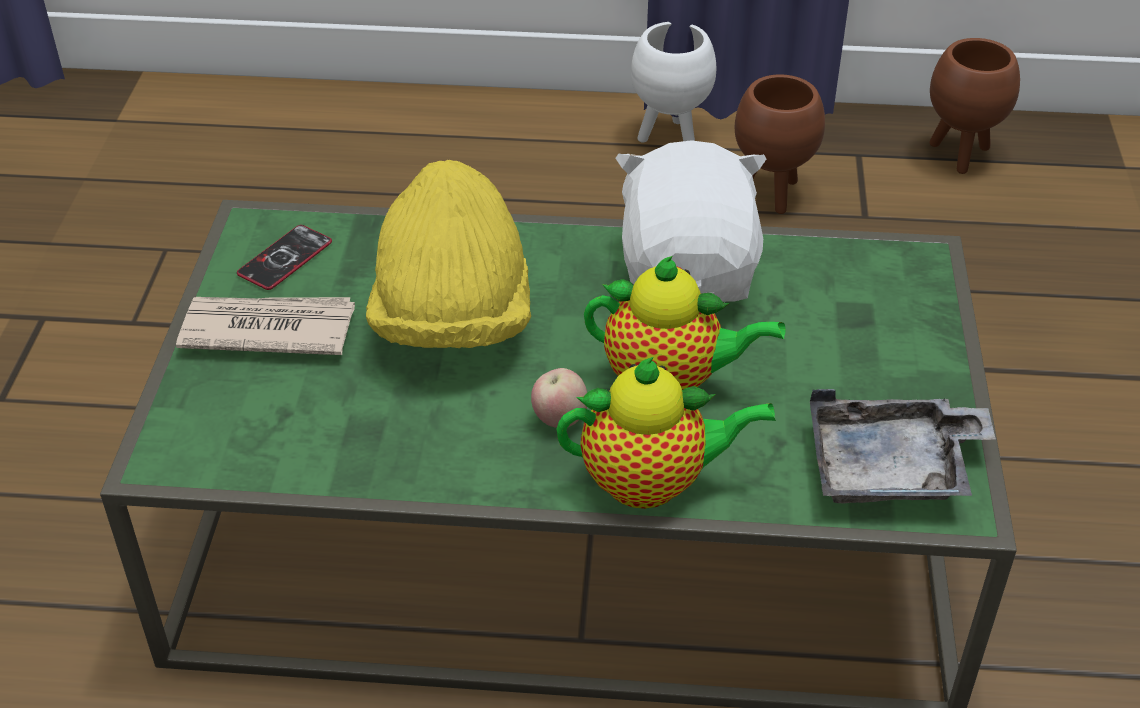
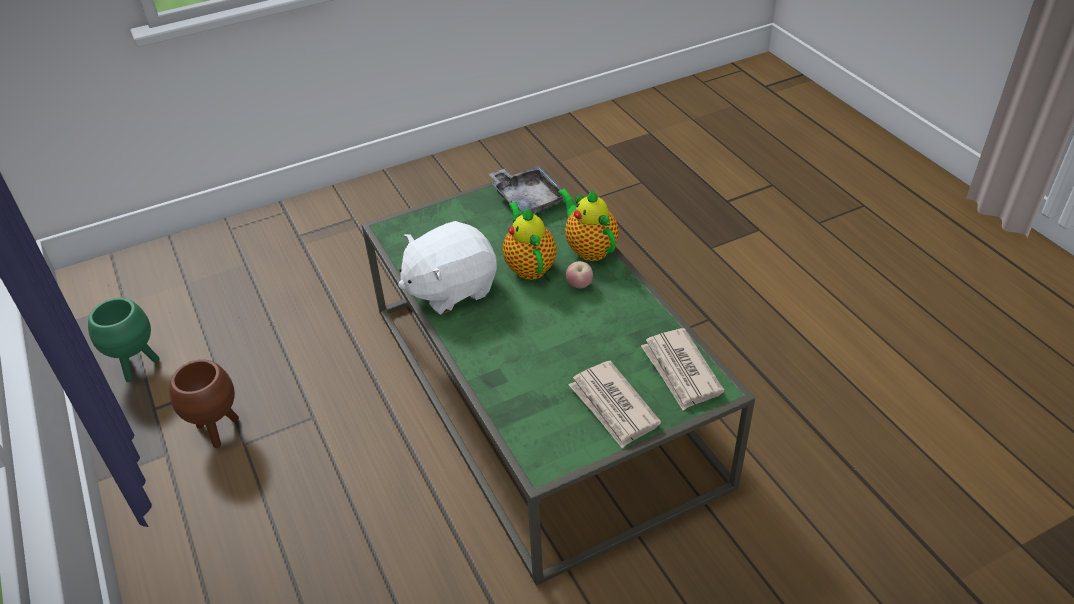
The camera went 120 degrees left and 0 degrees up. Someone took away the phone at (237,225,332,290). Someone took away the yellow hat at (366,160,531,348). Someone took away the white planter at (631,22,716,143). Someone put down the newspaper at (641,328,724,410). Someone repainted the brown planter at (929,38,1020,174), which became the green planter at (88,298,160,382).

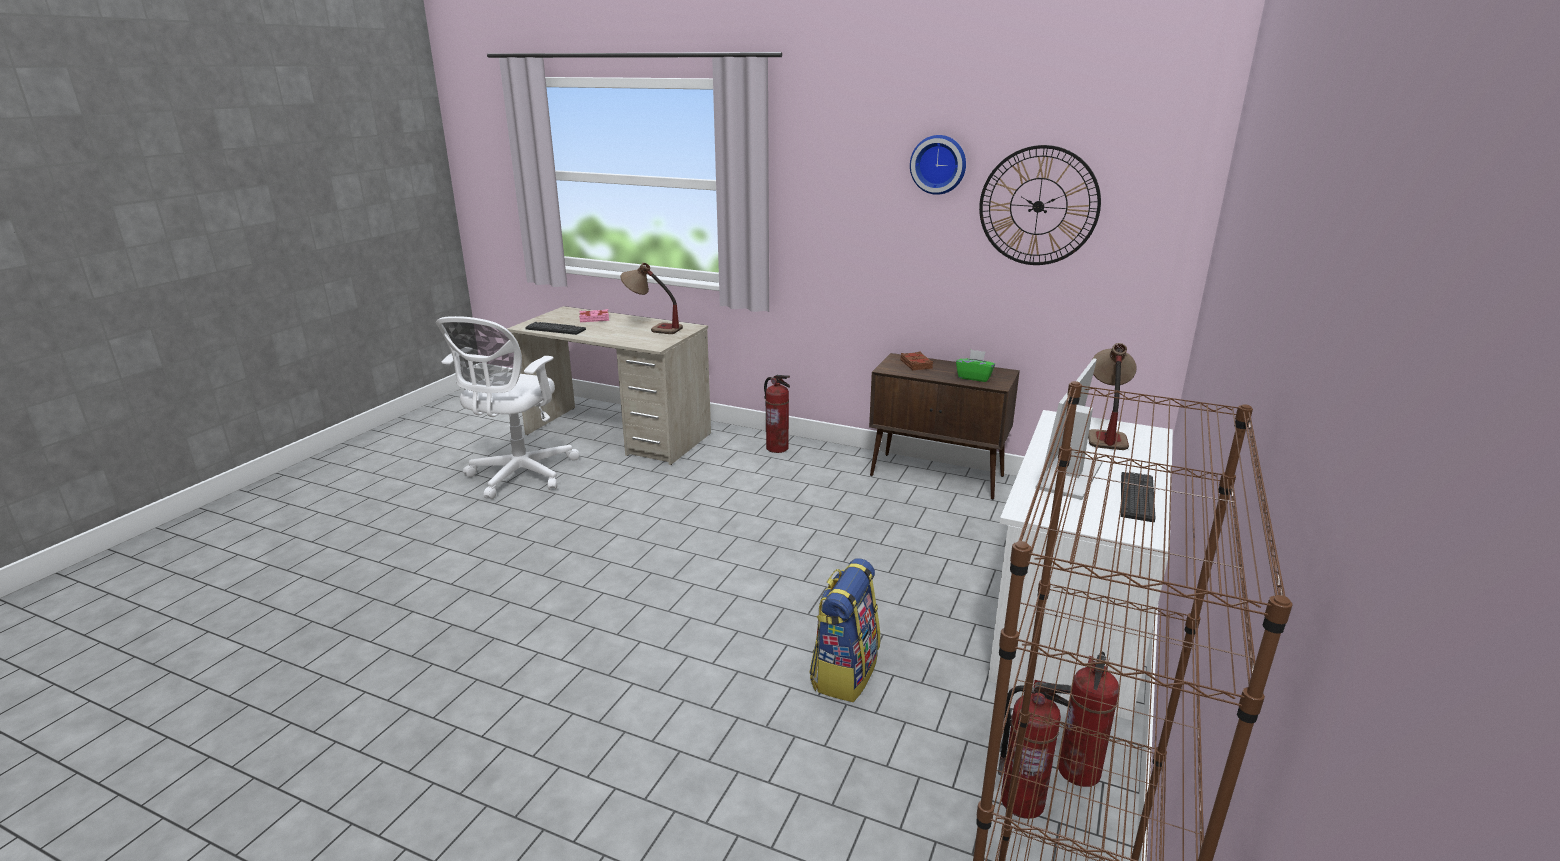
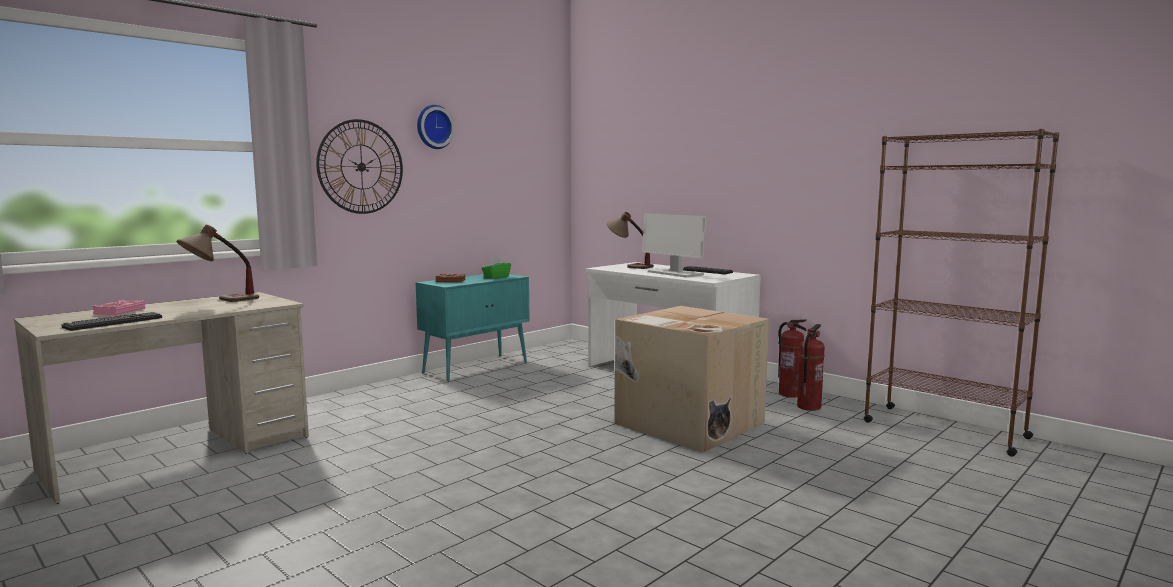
The camera went 70 degrees left and 15 degrees down. Someone took away the white office chair at (436,316,579,499). Someone took away the fire extinguisher at (764,375,790,453). Someone carried the wall clock from (979,145,1101,265) to (316,119,403,214). Someone swapped the backpack at (809,558,880,702) for the cardboard box at (615,306,769,452). Someone repainted the brown cabinet at (869,353,1020,500), which became the turquoise cabinet at (416,274,530,382).

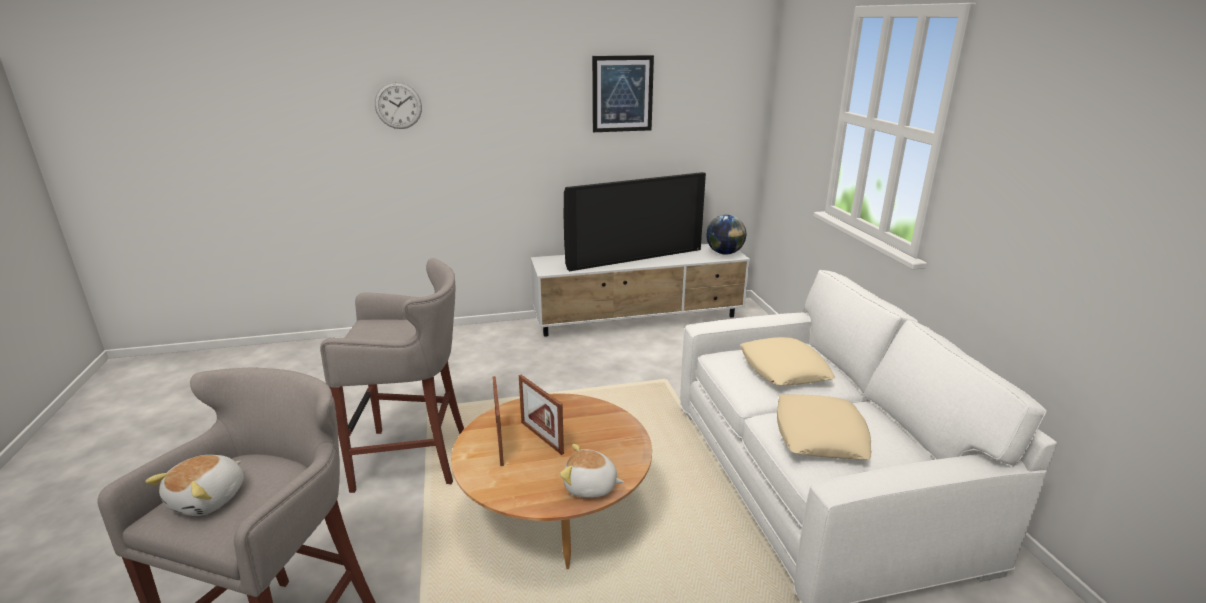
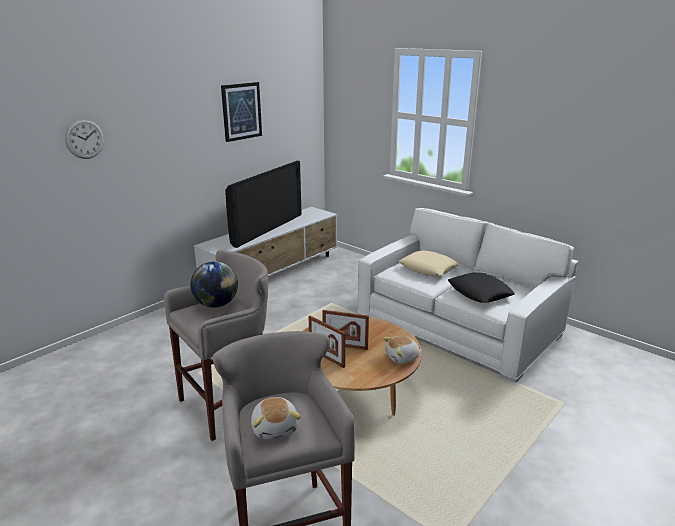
The camera went 35 degrees left and 0 degrees up. Someone carried the globe from (706,215,746,255) to (191,261,238,308). Someone repainted the beige pillow at (777,394,871,459), which became the black pillow at (448,272,515,303).

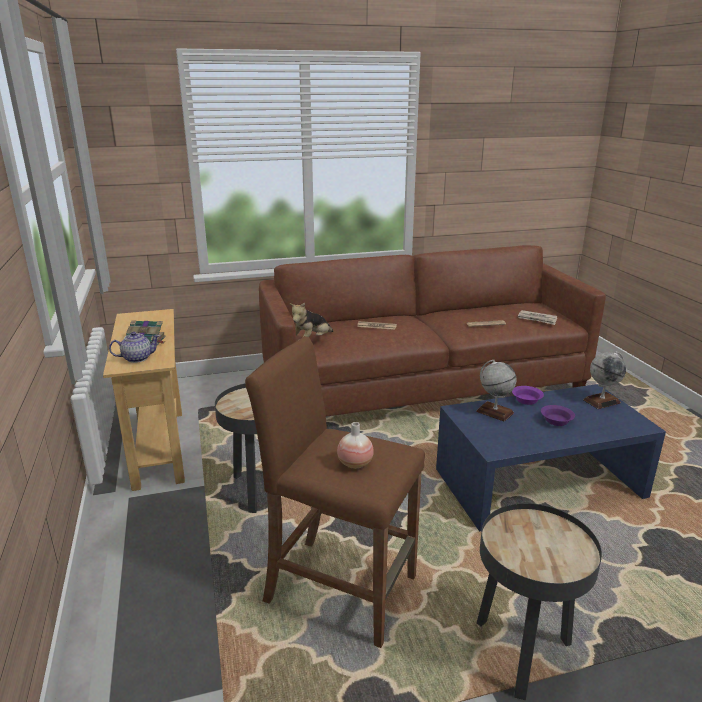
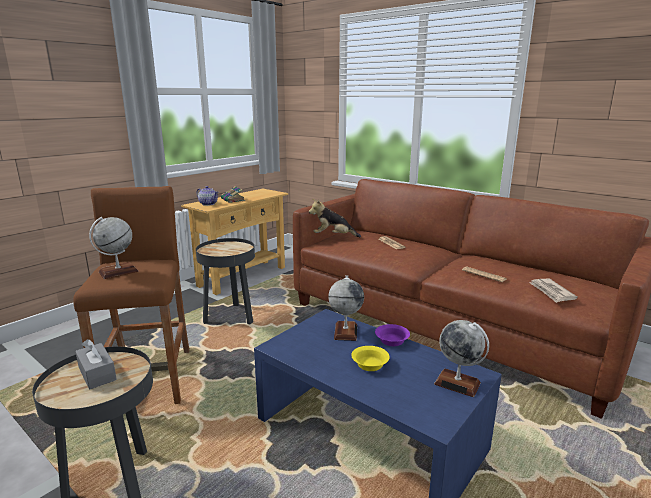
The camera went 55 degrees right and 5 degrees down. Someone put down the grey tissue box at (75,339,117,389). Someone swapped the vase at (337,422,374,469) for the globe at (89,217,139,279). Someone repainted the purple bowl at (541,405,575,426), which became the yellow bowl at (351,346,390,371).

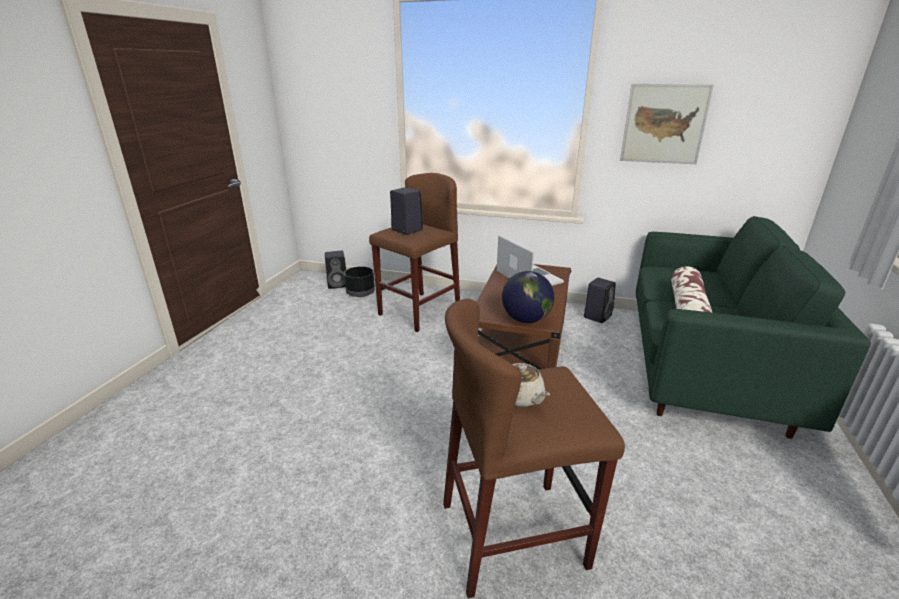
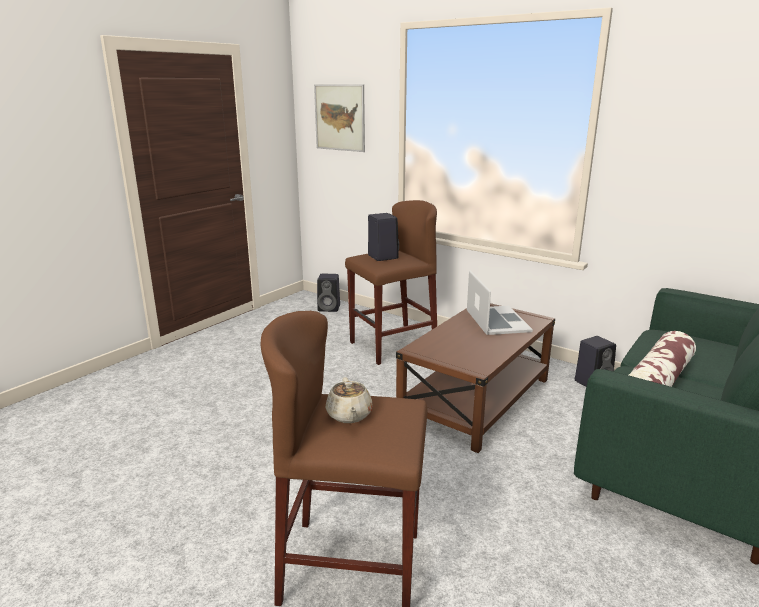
The camera went 20 degrees right and 5 degrees down. Someone took away the black planter at (344,266,375,297). Someone took away the globe at (502,271,554,323). Someone carried the picture from (620,84,714,164) to (314,84,365,152).

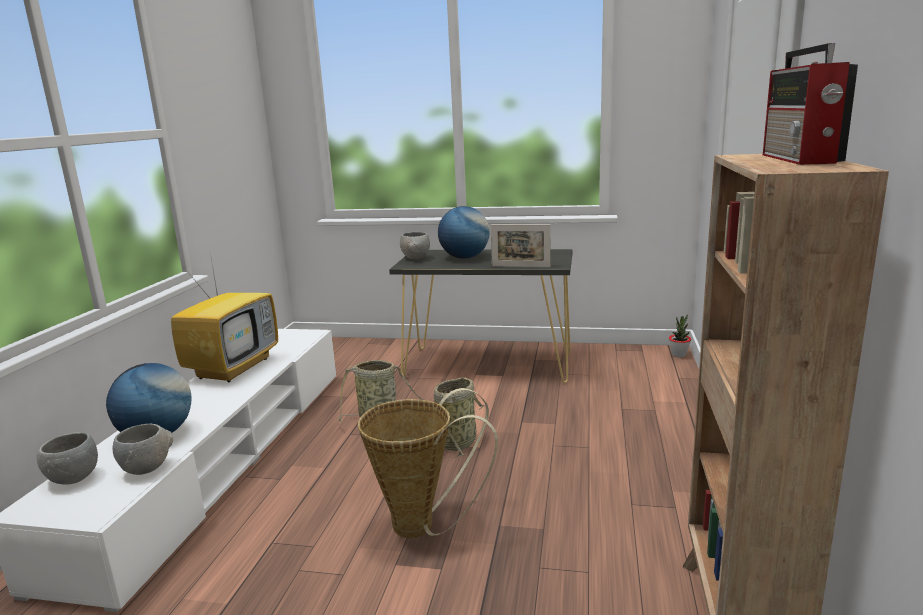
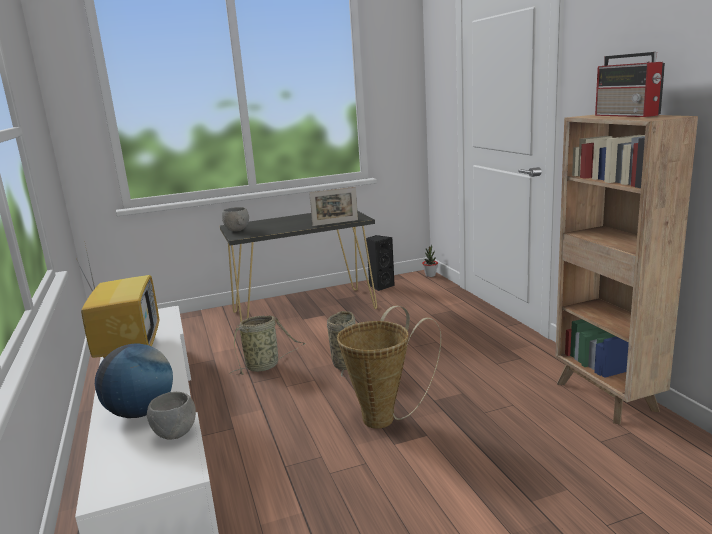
The camera went 30 degrees left and 0 degrees up. Someone took away the grey bowl at (36,432,98,485). Someone took away the globe at (438,206,490,259). Someone put down the black speaker at (366,235,395,291).

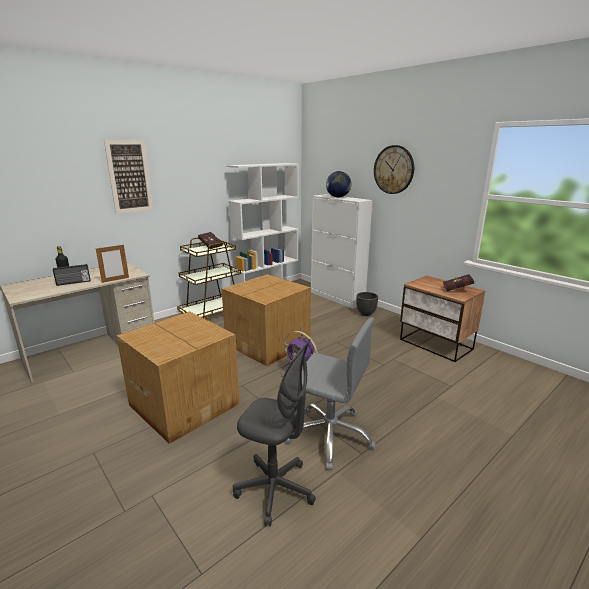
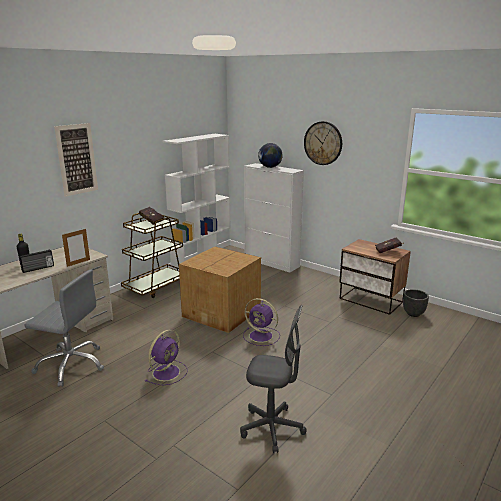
The camera went 10 degrees left and 0 degrees up. Someone carried the grey office chair from (285,317,376,470) to (24,269,104,387). Someone carried the black planter from (356,292,378,316) to (403,289,429,317). Someone swapped the cardboard box at (116,311,240,444) for the purple fan at (145,330,188,385).

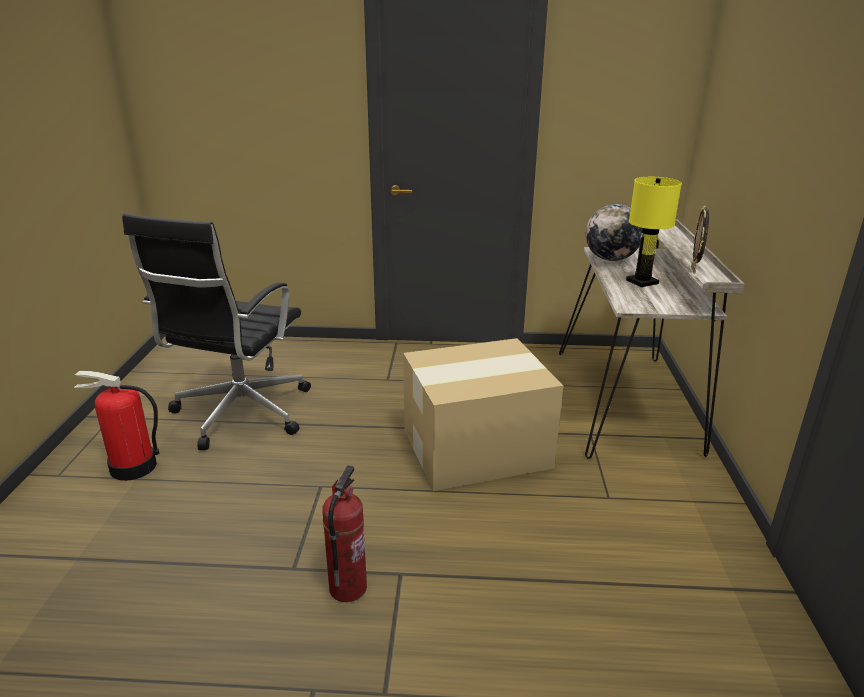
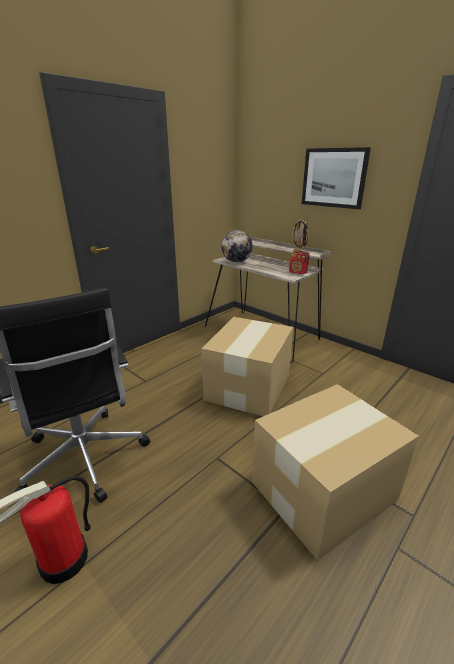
The camera went 50 degrees left and 0 degrees up. Someone took away the yellow table lamp at (626,177,682,287). Someone put down the radio at (289,249,309,274). Someone put up the picture at (302,147,371,209). Someone swapped the fire extinguisher at (322,465,367,602) for the cardboard box at (252,384,419,561).

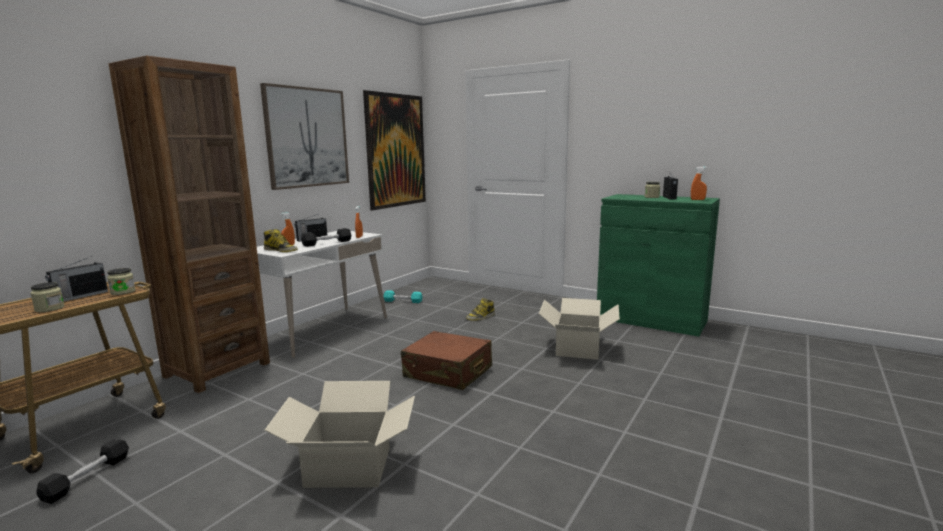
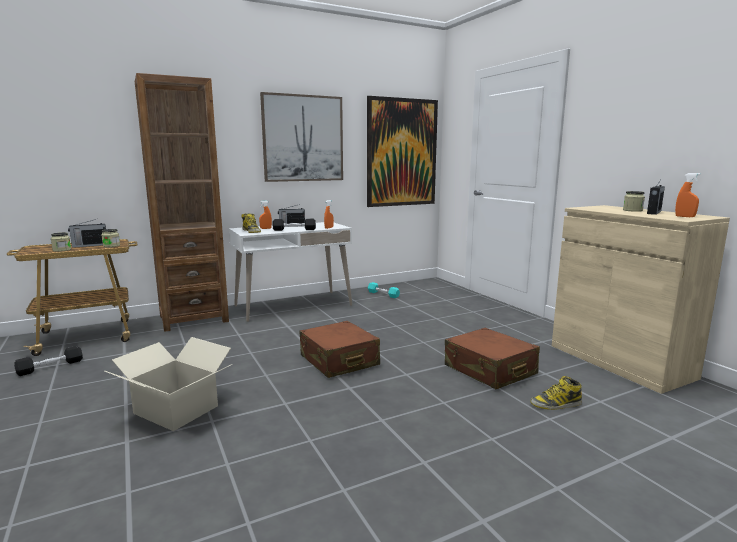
The camera went 30 degrees right and 0 degrees up. Someone carried the boot from (466,298,495,321) to (530,376,582,410). Someone swapped the cardboard box at (539,298,620,360) for the brown suitcase at (445,328,540,389). Someone repainted the green cabinet at (597,194,720,337), which became the beige cabinet at (552,205,730,394).

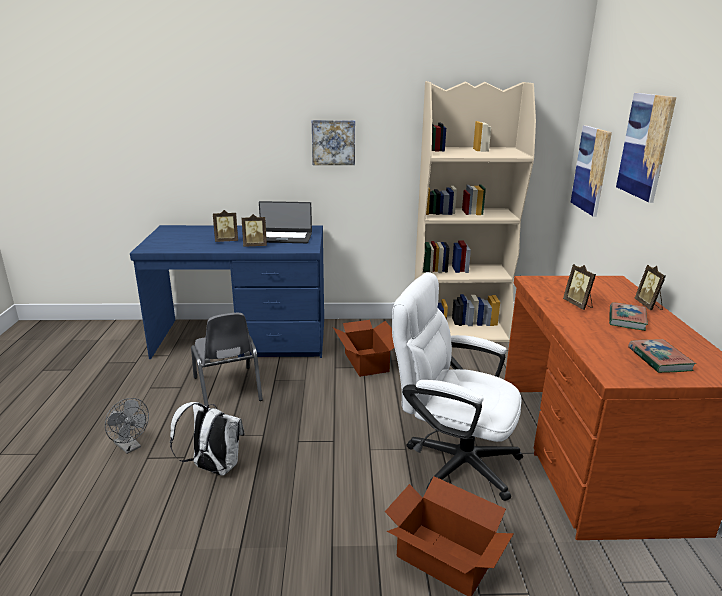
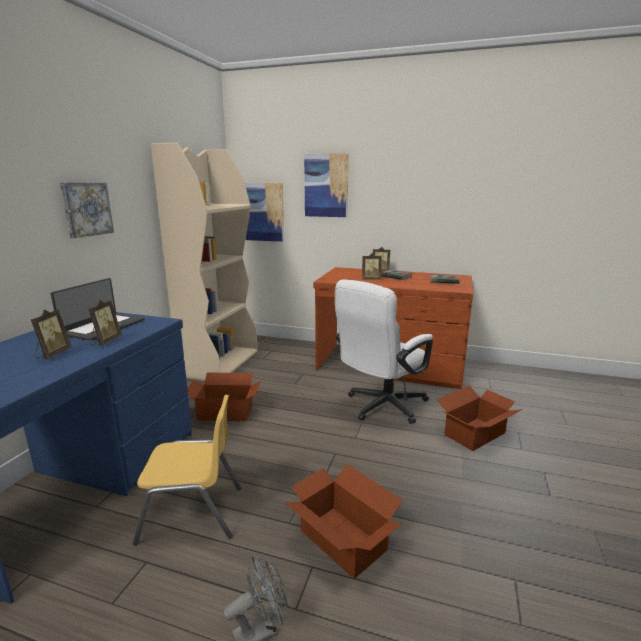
The camera went 70 degrees left and 5 degrees down. Someone swapped the white backpack at (170,402,245,476) for the cardboard box at (285,464,403,579). Someone repainted the grey chair at (191,313,263,406), which became the yellow chair at (133,395,241,545).

